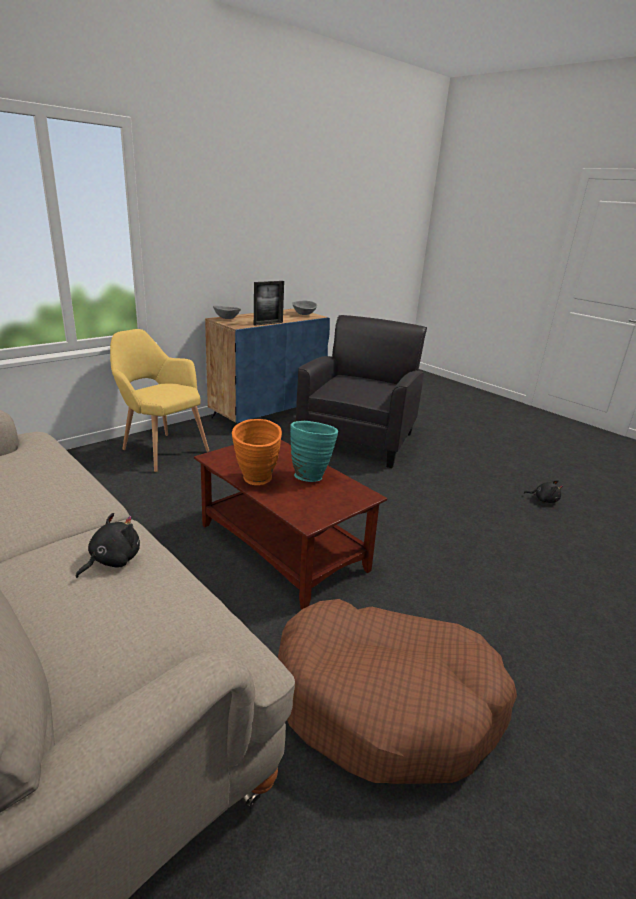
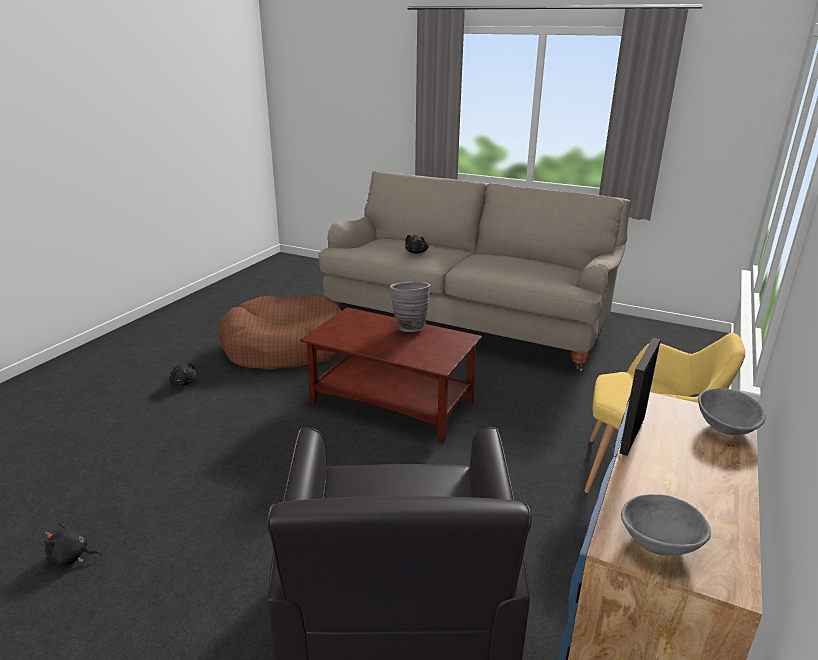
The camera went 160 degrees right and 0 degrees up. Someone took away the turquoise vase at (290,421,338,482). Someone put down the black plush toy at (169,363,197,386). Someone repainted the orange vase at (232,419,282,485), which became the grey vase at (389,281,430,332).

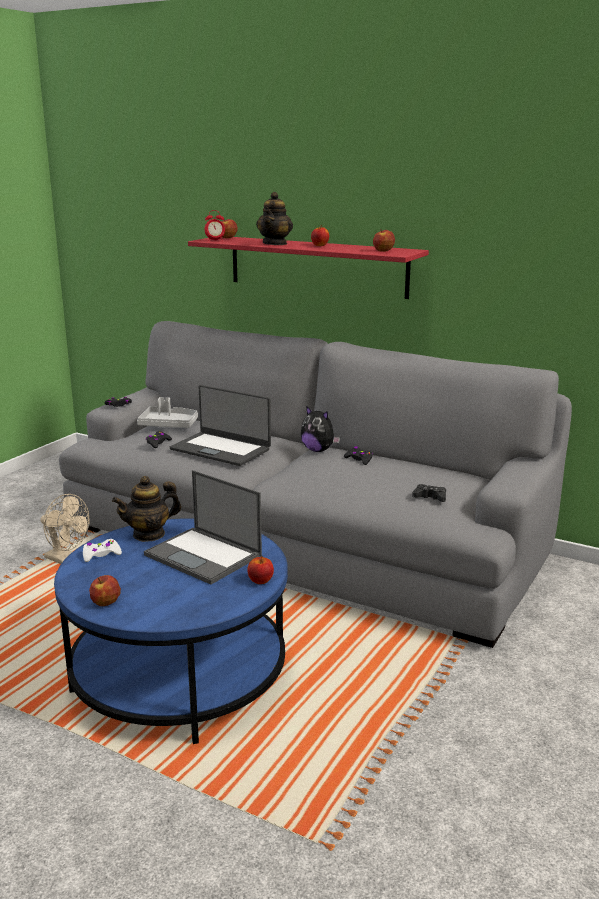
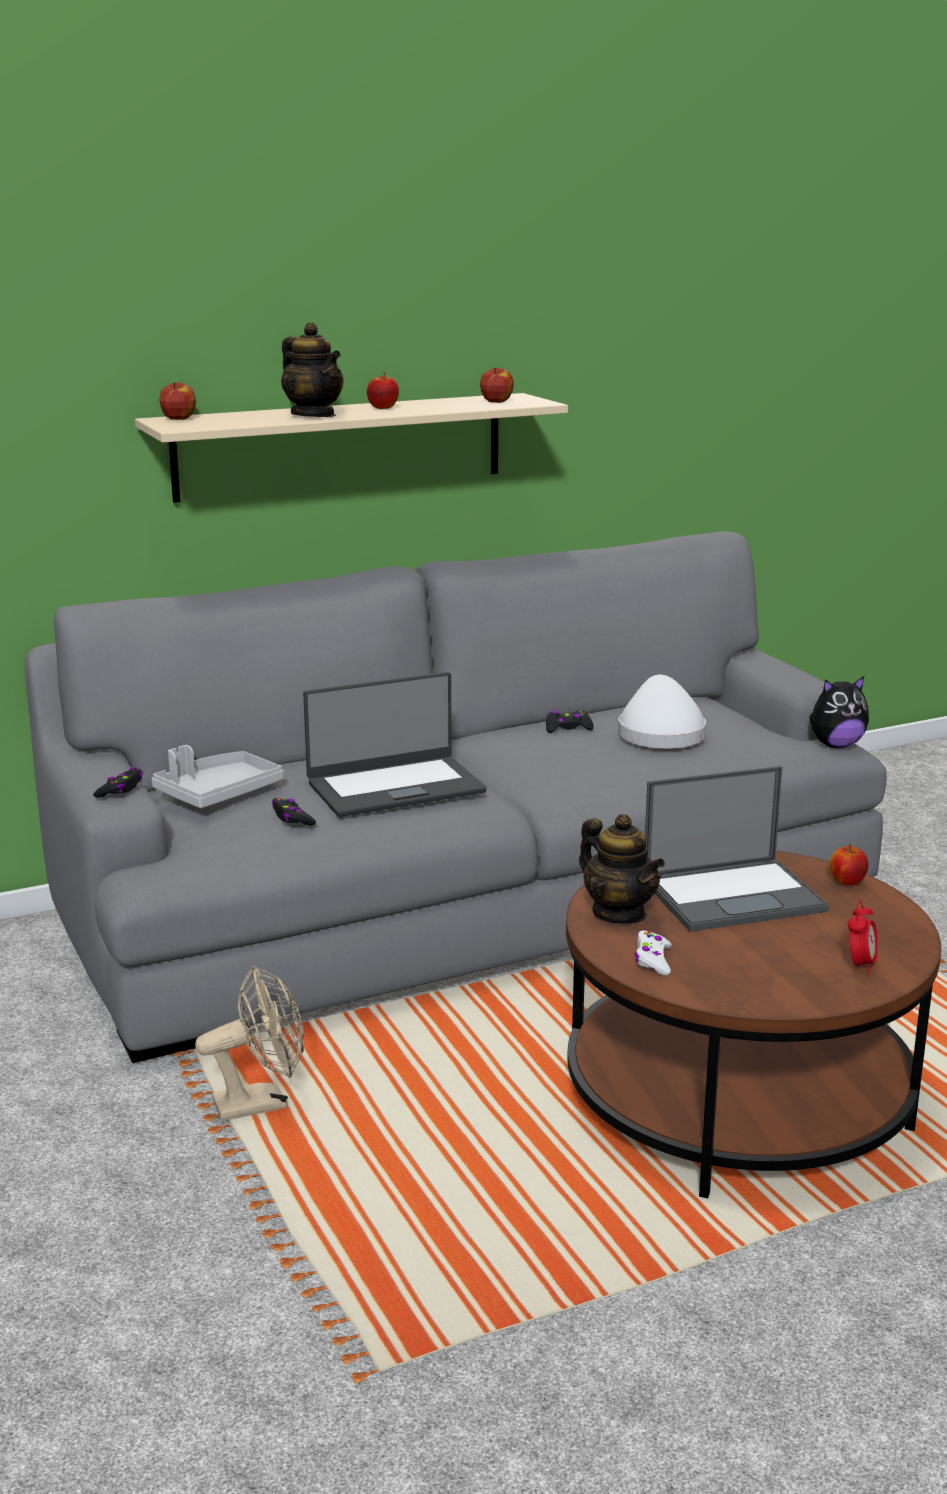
The camera went 55 degrees left and 0 degrees up. Someone took away the apple at (89,575,121,606). Someone took away the black game controller at (412,484,446,502). Someone put down the white hat at (618,675,706,749). Someone carried the alarm clock from (205,210,225,241) to (848,900,878,975). Someone carried the plush toy from (301,406,340,452) to (809,675,869,748). Someone repainted the blue coffee table at (54,519,288,744), which became the brown coffee table at (566,851,941,1198). Someone repainted the red shelf at (188,237,429,299), which became the beige shelf at (135,393,568,503). Someone rotated the teapot at (112,476,181,542) by 45 degrees counterclockwise.

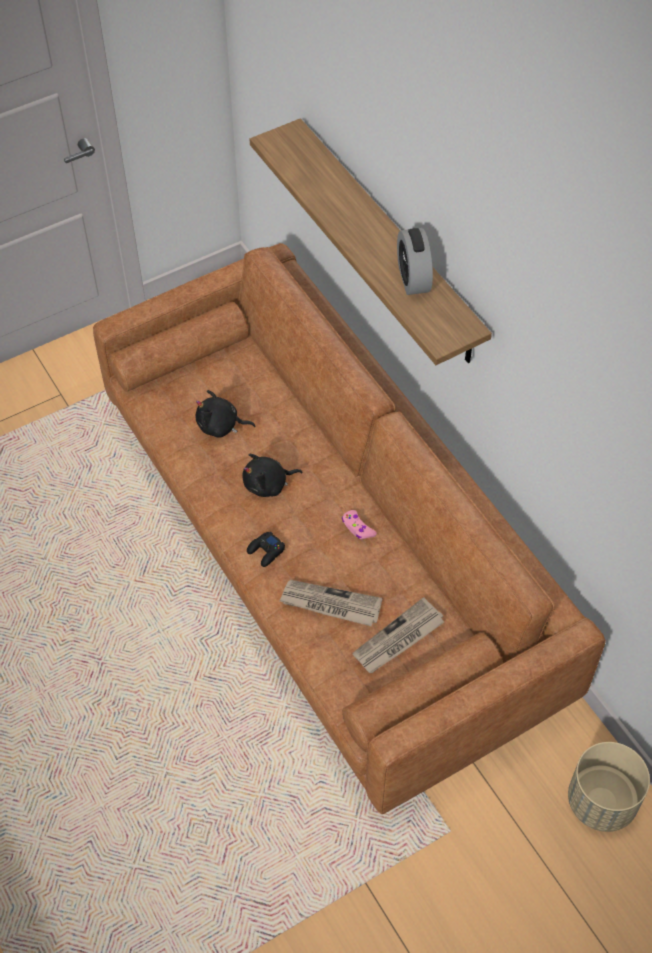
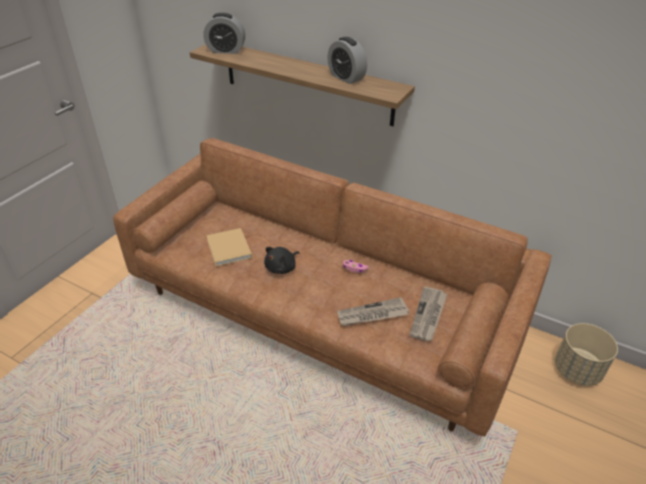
The camera went 30 degrees left and 15 degrees down. Someone took away the black game controller at (247,532,285,567). Someone put down the alarm clock at (203,13,245,54). Someone swapped the black plush toy at (195,390,256,438) for the beige book at (206,228,252,266).

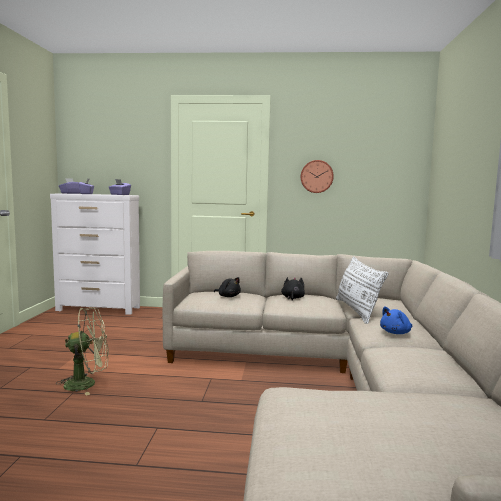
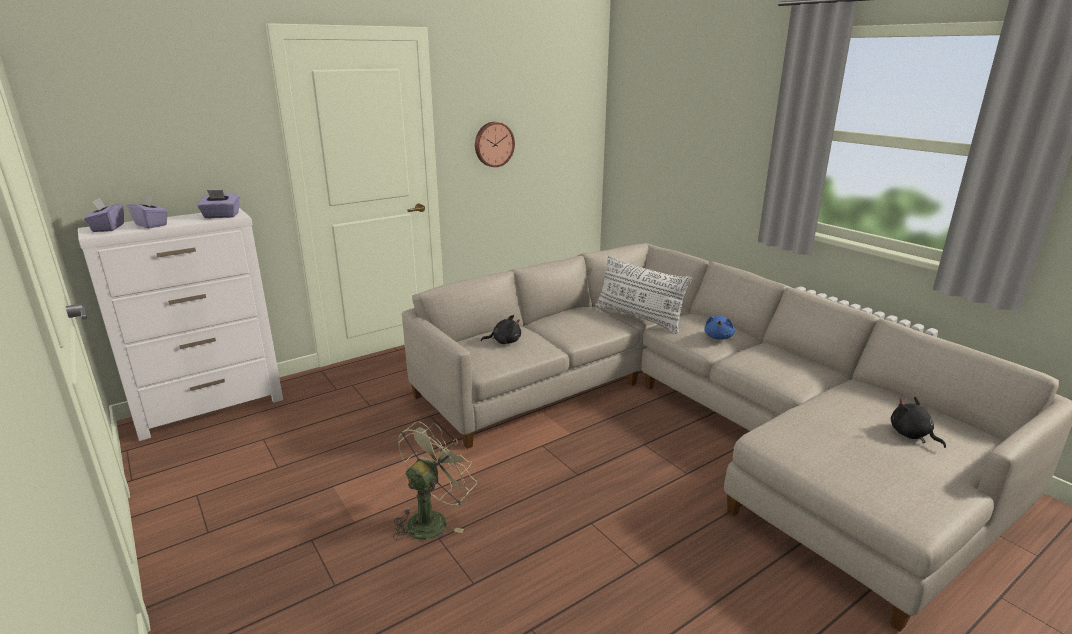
The camera went 40 degrees left and 15 degrees up. Someone carried the black plush toy from (281,277,305,301) to (891,397,946,448).

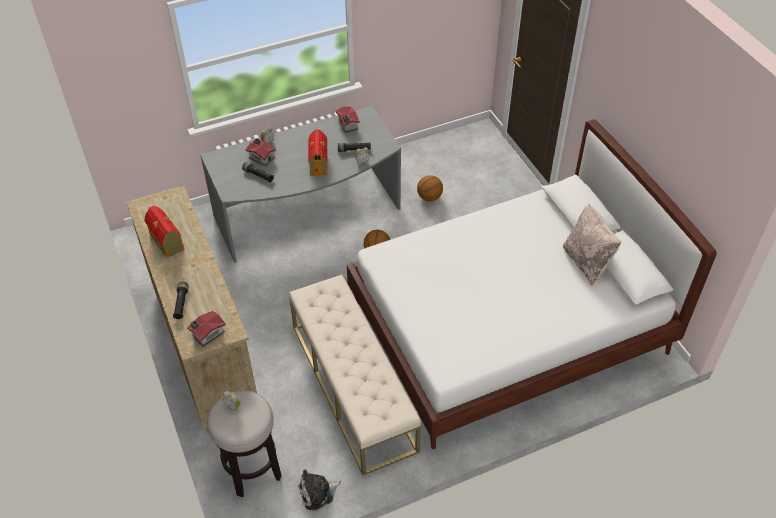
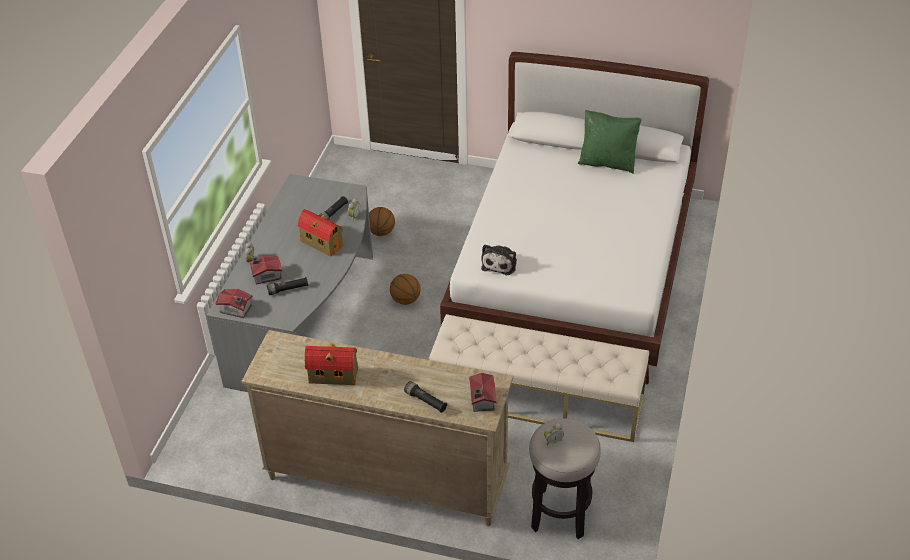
The camera went 50 degrees left and 5 degrees down. Someone carried the plush toy from (298,469,341,511) to (481,244,517,275). Someone carried the toy house from (336,106,360,133) to (215,289,253,318). Someone repainted the beige pillow at (563,203,621,286), which became the green pillow at (578,110,642,174).

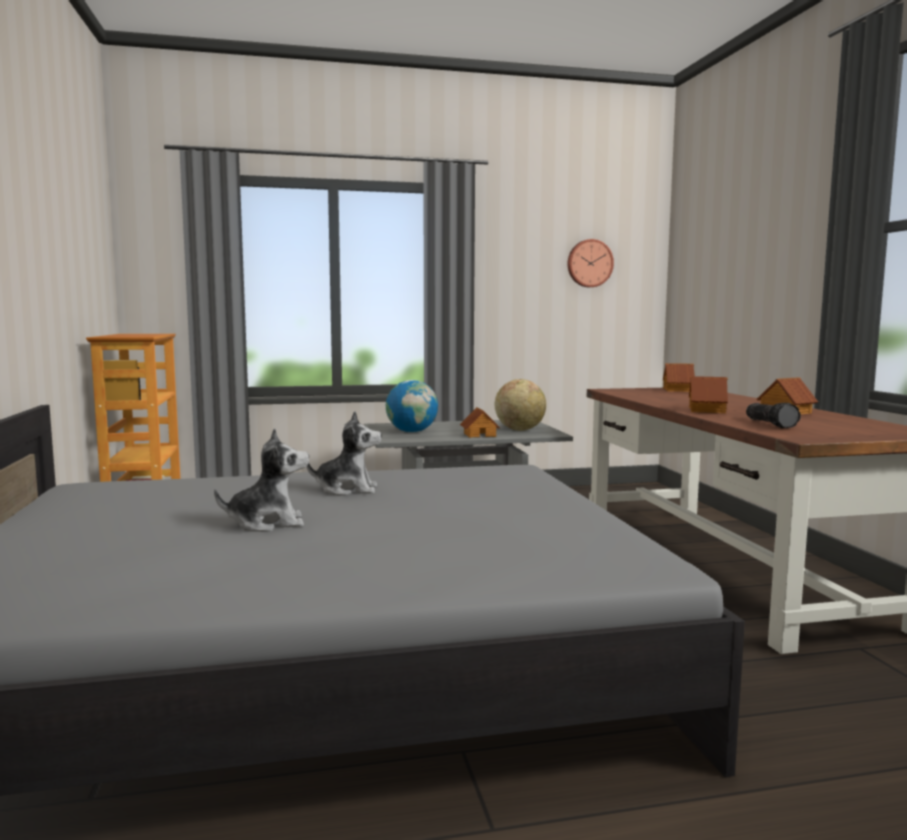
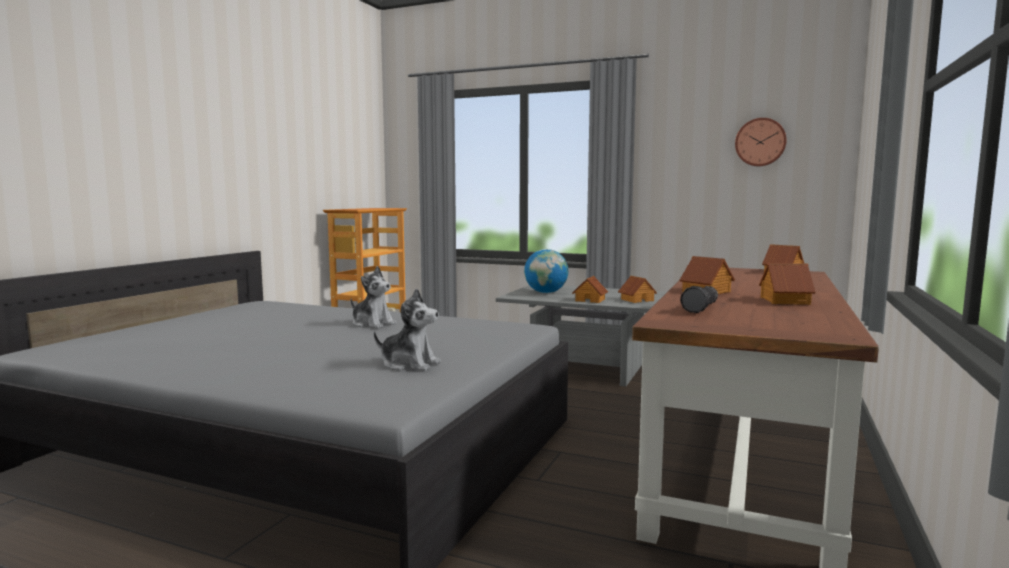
The camera went 35 degrees right and 0 degrees up. Someone carried the plush toy from (214,428,309,532) to (374,288,441,371). Someone swapped the globe at (495,379,546,431) for the toy house at (618,276,657,303).

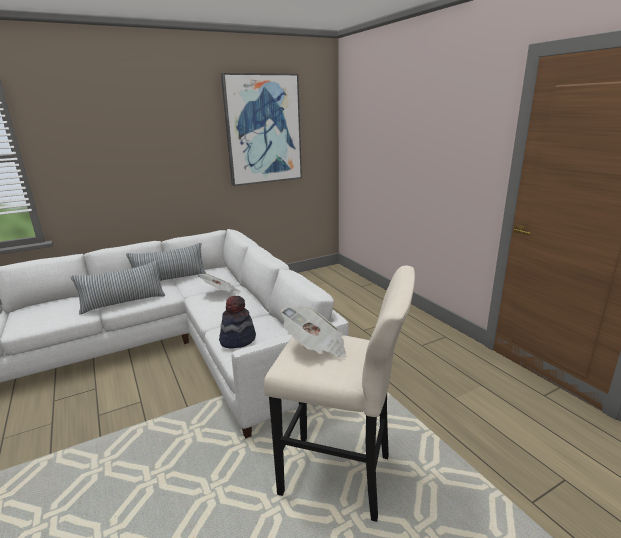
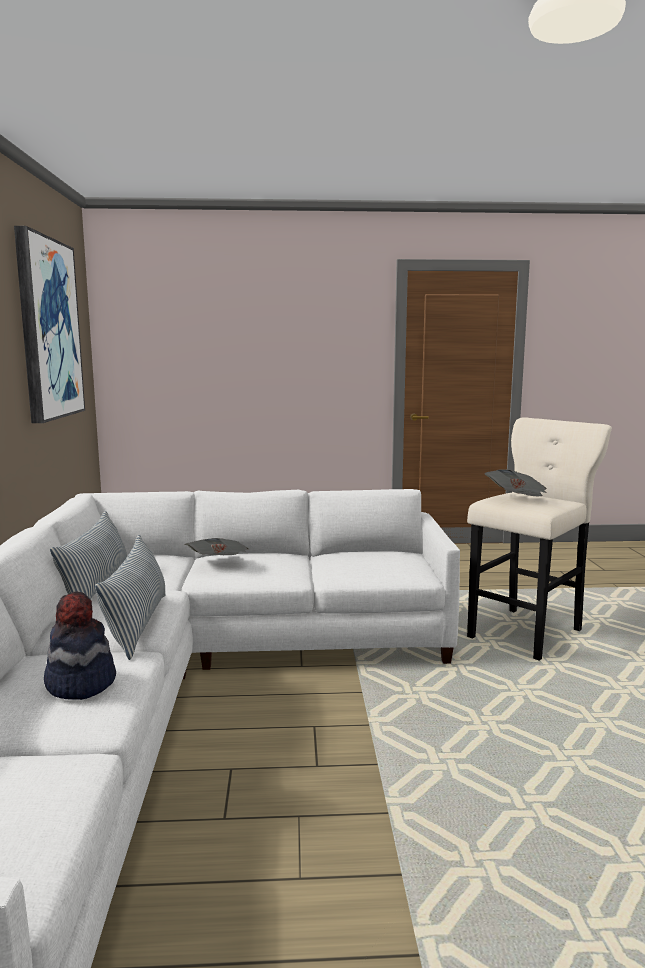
The camera went 65 degrees left and 10 degrees down. Someone carried the hat from (219,296,256,348) to (44,591,116,700).

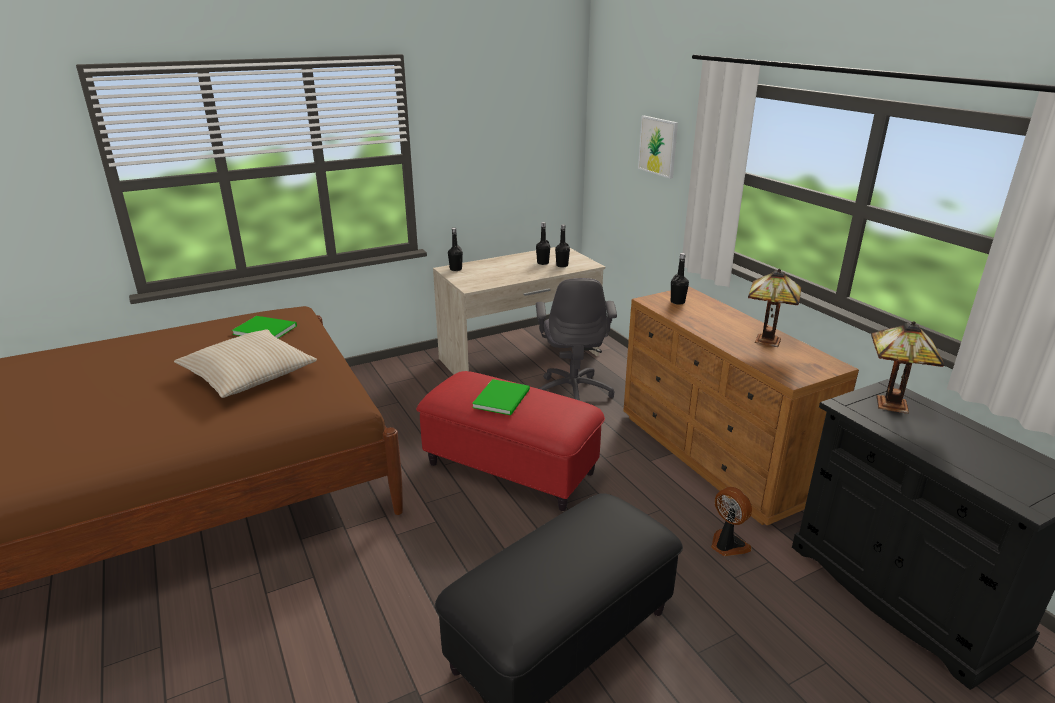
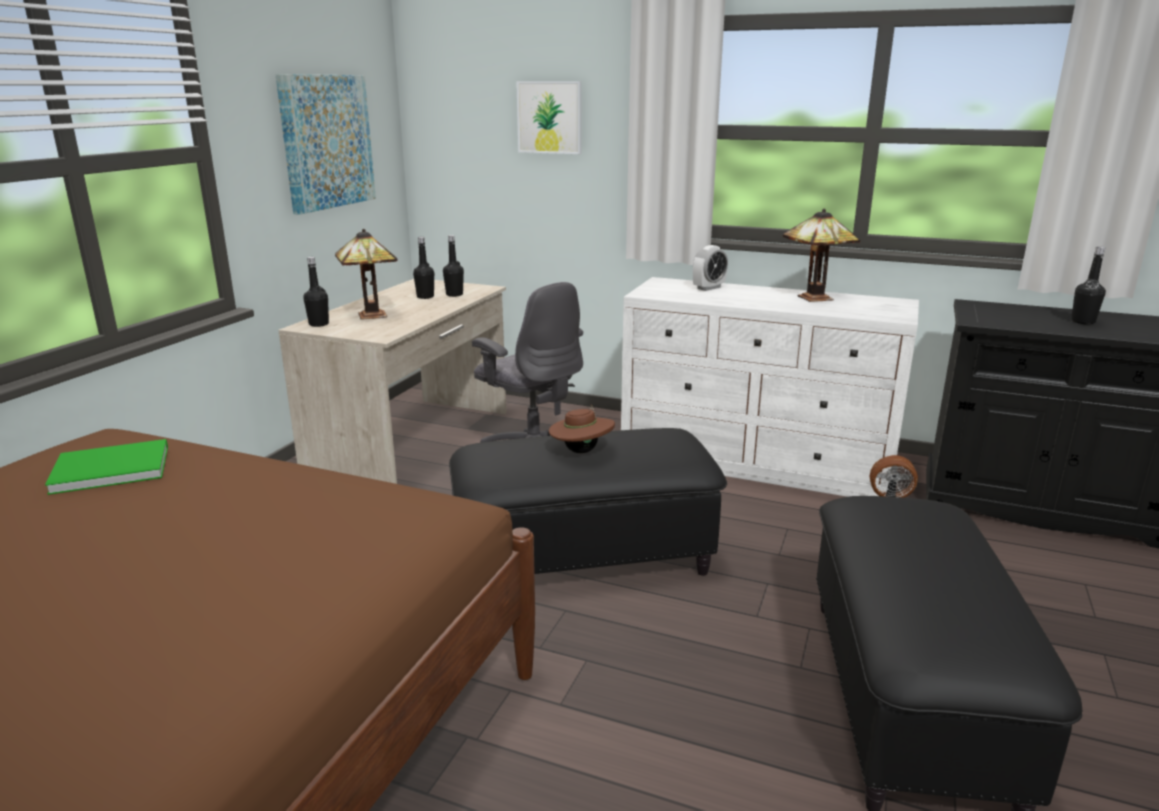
The camera went 40 degrees left and 5 degrees down. Someone took away the beige pillow at (174,330,317,398). Someone put up the picture at (276,74,376,215). Someone put down the alarm clock at (693,245,728,291). Someone carried the black bottle from (671,253,689,305) to (1071,246,1106,324). Someone carried the table lamp from (871,321,944,414) to (335,229,398,320). Someone swapped the green book at (472,379,530,415) for the brown hat at (549,404,615,453). Someone repainted the red ottoman at (416,371,605,511), which became the black ottoman at (449,428,727,576). Someone repainted the brown dresser at (623,286,859,525), which became the white dresser at (621,277,919,497).

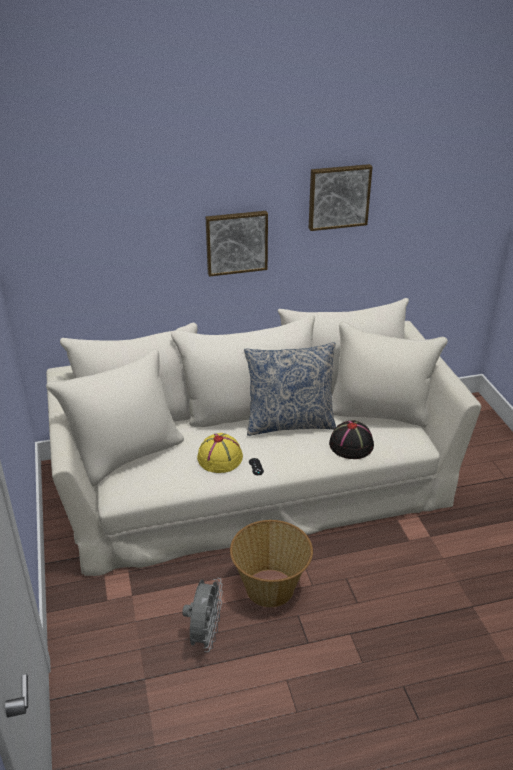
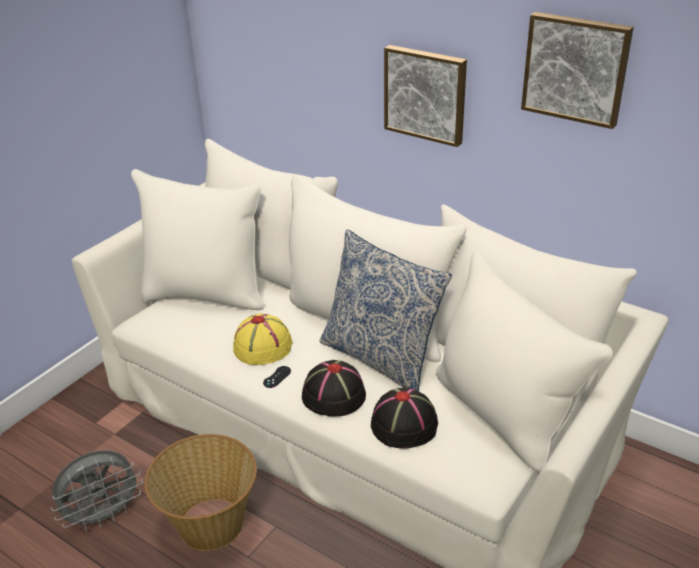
The camera went 50 degrees right and 0 degrees up. Someone put down the black hat at (302,360,366,417).

